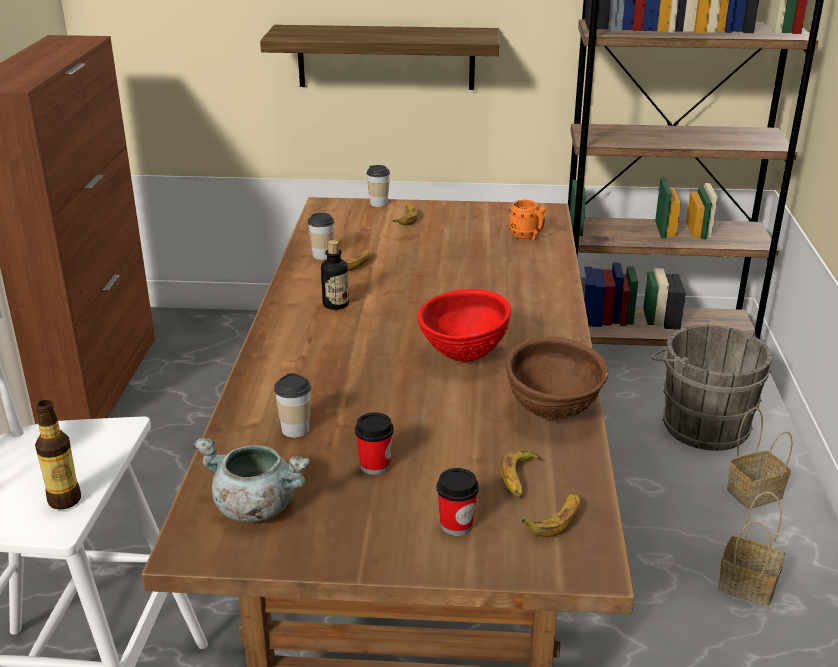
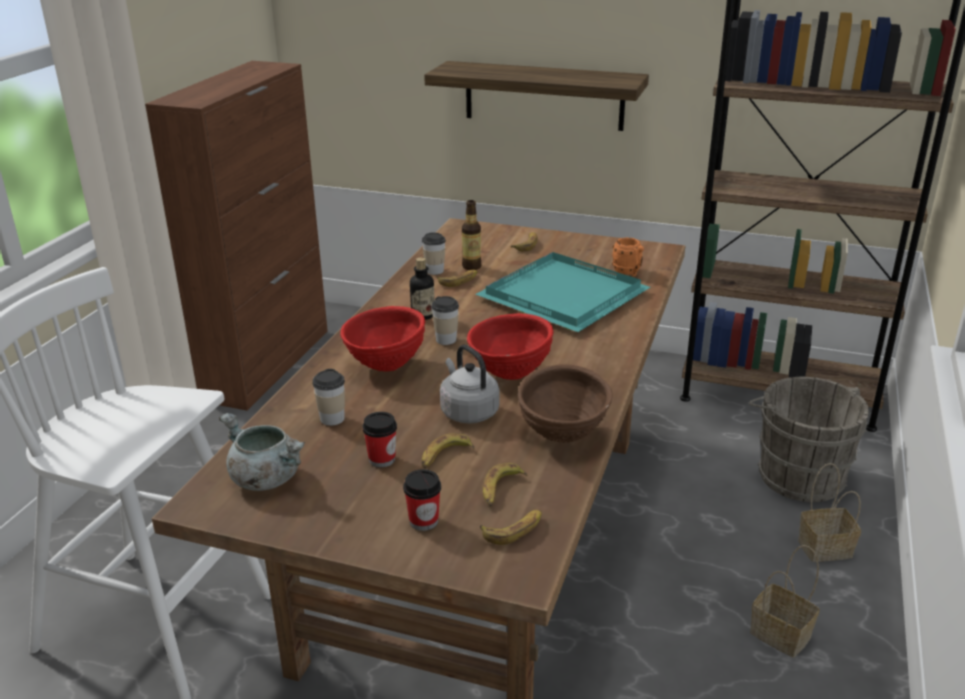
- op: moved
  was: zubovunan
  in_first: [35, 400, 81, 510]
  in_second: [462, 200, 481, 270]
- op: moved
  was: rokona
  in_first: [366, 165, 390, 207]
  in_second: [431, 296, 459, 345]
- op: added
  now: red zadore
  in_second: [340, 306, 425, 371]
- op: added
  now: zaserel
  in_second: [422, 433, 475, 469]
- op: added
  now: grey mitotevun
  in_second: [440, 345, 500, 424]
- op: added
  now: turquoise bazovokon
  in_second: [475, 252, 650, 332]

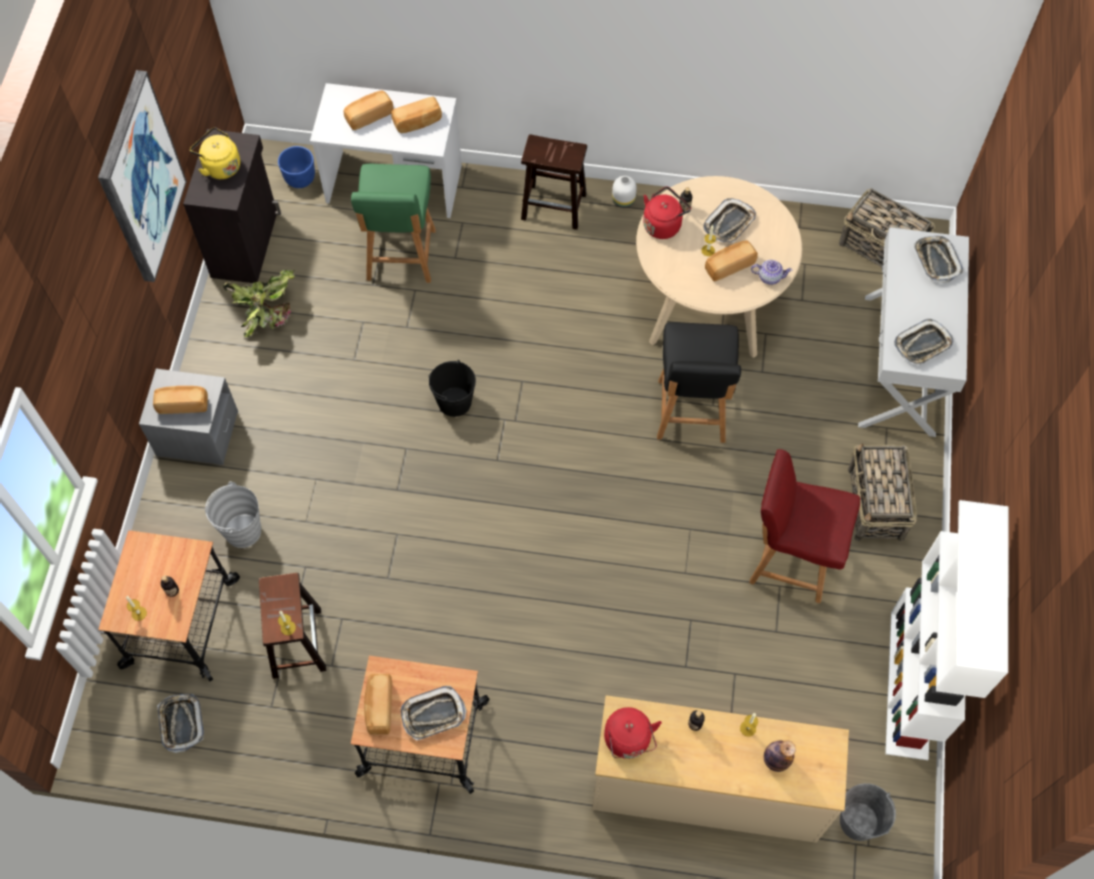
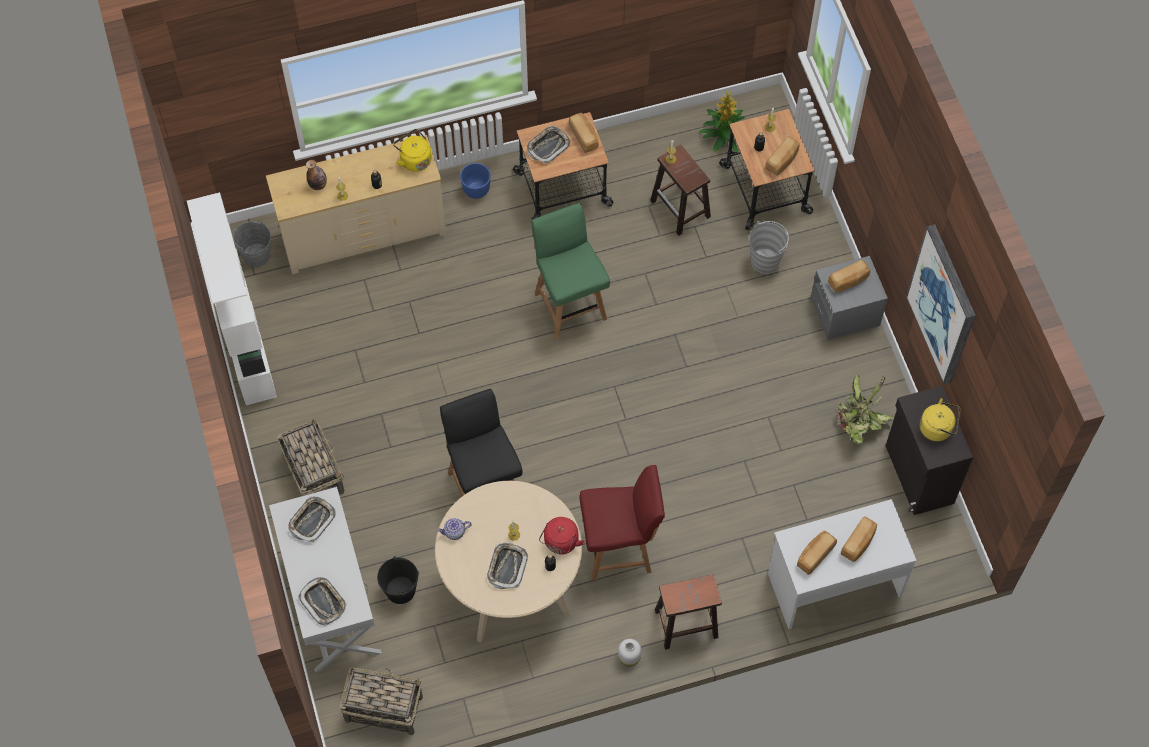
- op: replaced
  was: bazovokon
  now: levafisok
  in_first: [157, 694, 204, 753]
  in_second: [699, 91, 745, 152]
- op: moved
  was: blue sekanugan
  in_first: [278, 146, 315, 188]
  in_second: [460, 163, 491, 199]
- op: moved
  was: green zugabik
  in_first: [351, 164, 436, 283]
  in_second: [531, 203, 610, 338]
- op: moved
  was: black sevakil
  in_first: [429, 360, 476, 417]
  in_second: [377, 556, 419, 604]
- op: recoloured
  was: red mitotevun
  now: yellow mitotevun
  in_first: [604, 707, 662, 759]
  in_second: [393, 129, 432, 172]
- op: moved
  was: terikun
  in_first: [705, 240, 758, 281]
  in_second: [765, 137, 800, 176]
- op: moved
  was: red zugabik
  in_first: [749, 449, 860, 603]
  in_second: [579, 465, 665, 580]

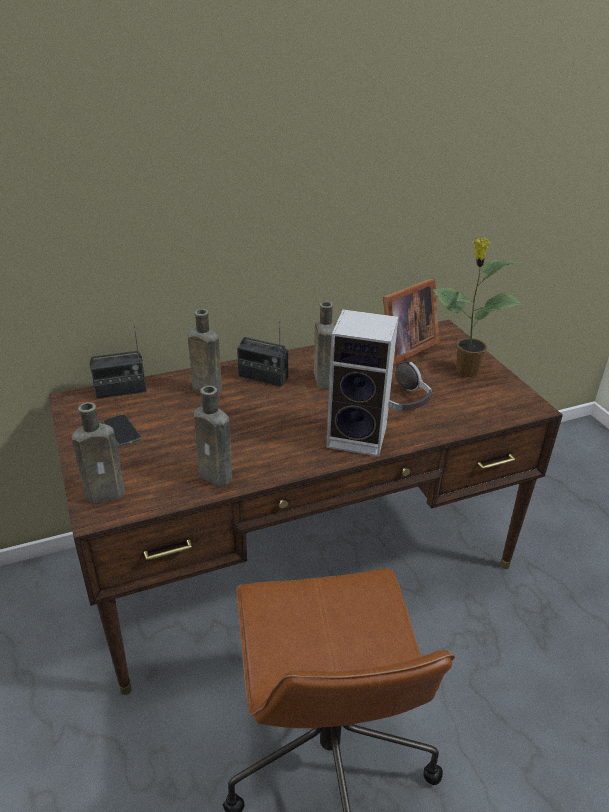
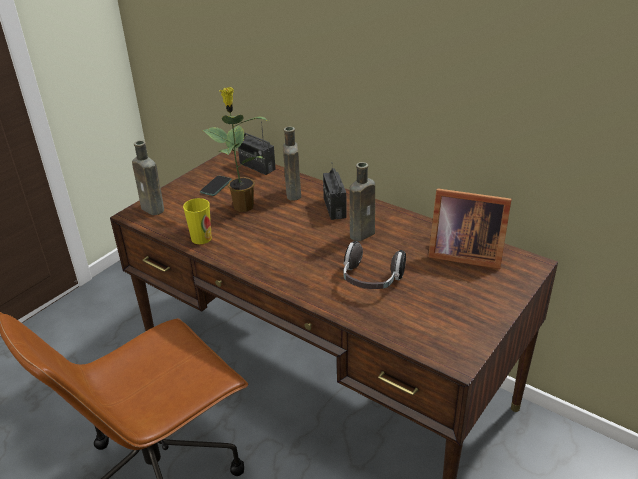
- op: replaced
  was: brown zubovunan
  now: rokona
  in_first: [193, 386, 232, 486]
  in_second: [183, 198, 212, 244]
- op: removed
  was: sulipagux
  in_first: [326, 309, 399, 457]
- op: moved
  was: levafisok
  in_first: [432, 238, 523, 377]
  in_second: [203, 87, 269, 212]

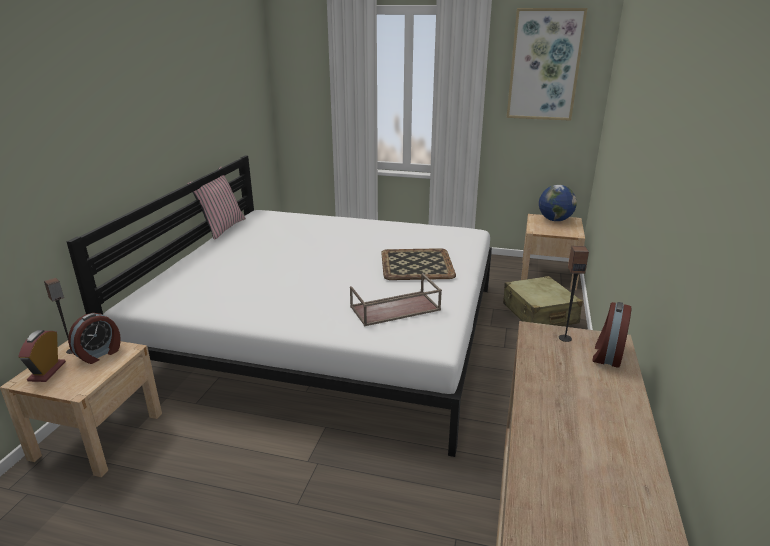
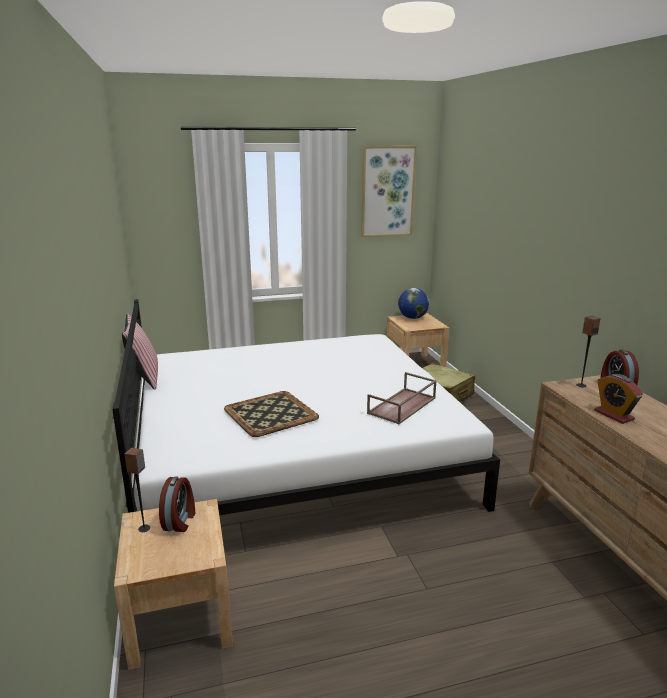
- op: moved
  was: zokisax
  in_first: [18, 330, 66, 382]
  in_second: [594, 374, 643, 424]
- op: moved
  was: bazovokon
  in_first: [381, 248, 456, 280]
  in_second: [224, 391, 319, 437]

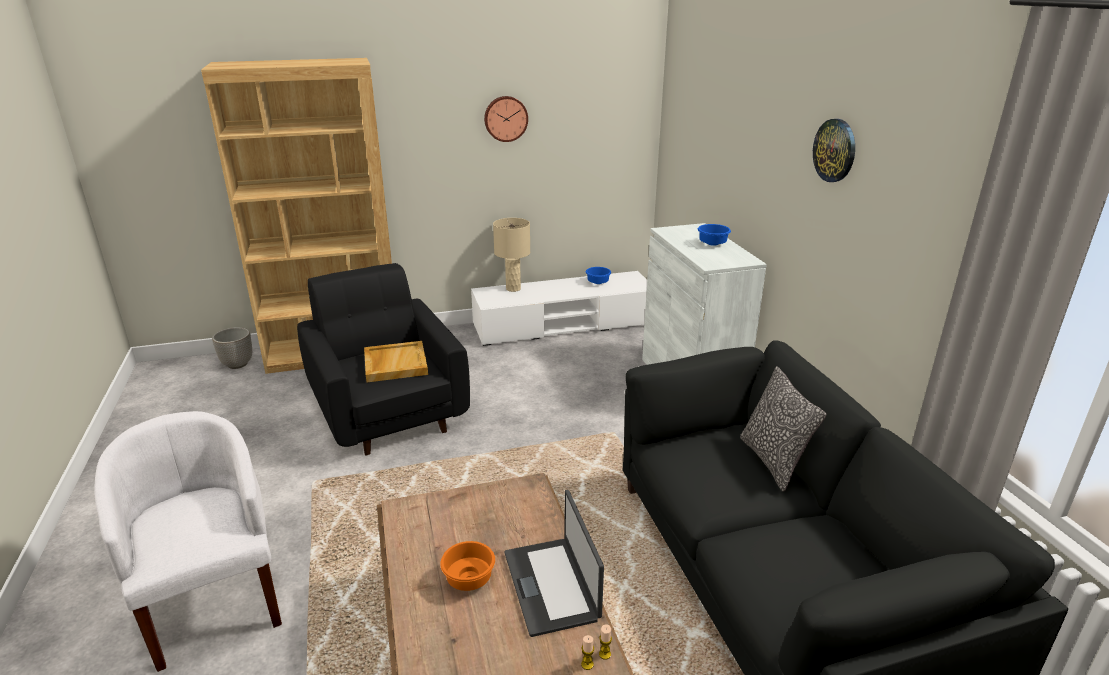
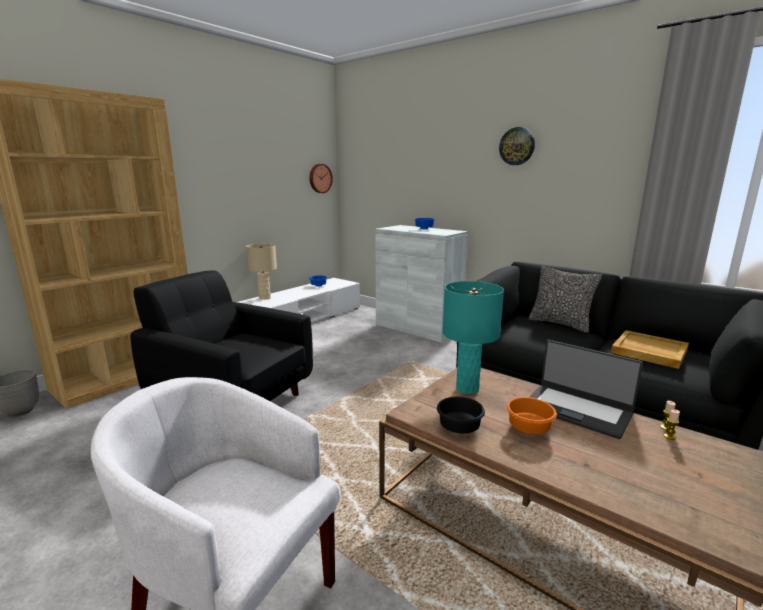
- op: moved
  was: beige bazovokon
  in_first: [364, 341, 428, 382]
  in_second: [611, 330, 689, 369]
- op: moved
  was: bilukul
  in_first: [484, 96, 528, 142]
  in_second: [309, 164, 333, 193]
- op: added
  now: black zadore
  in_second: [437, 397, 485, 434]
- op: added
  now: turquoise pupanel
  in_second: [443, 281, 504, 394]

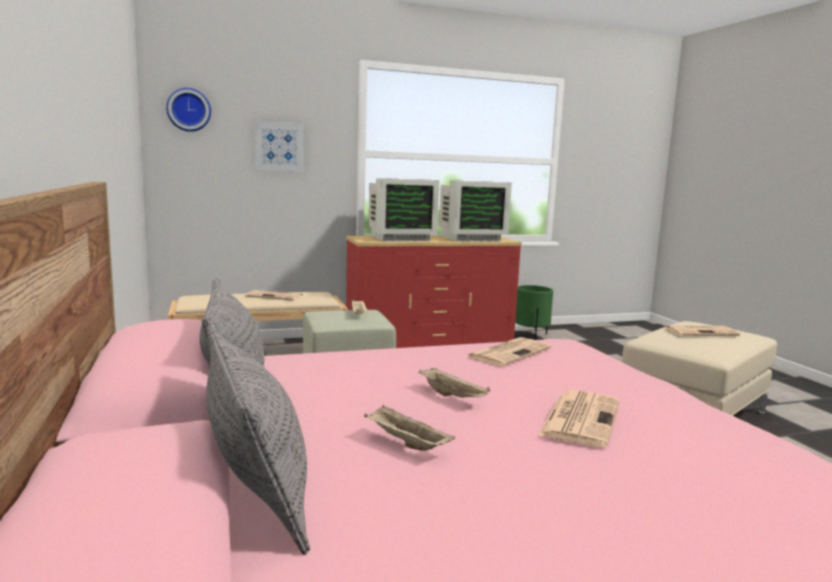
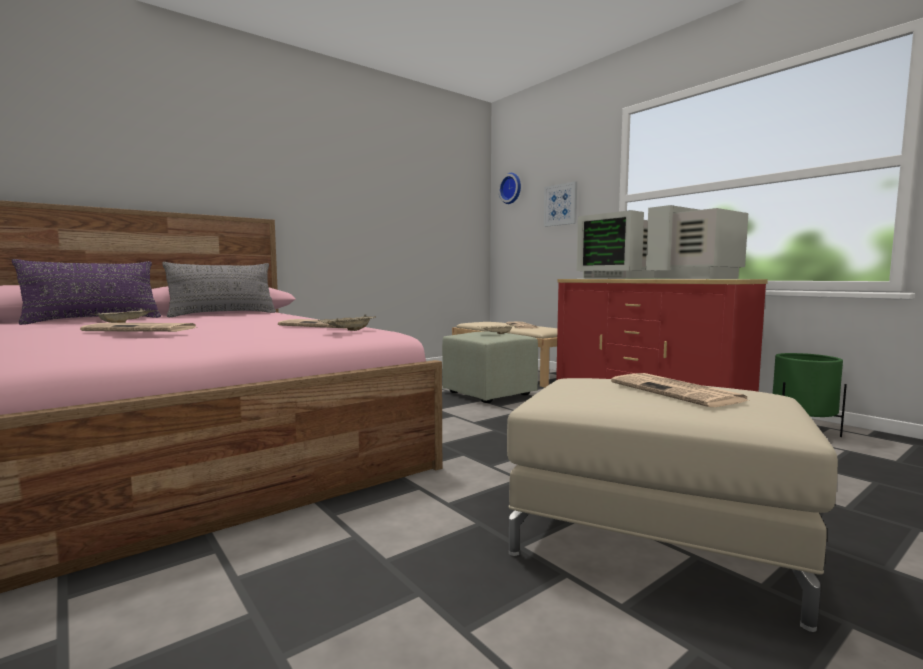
- op: recoloured
  was: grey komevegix
  now: purple komevegix
  in_first: [206, 323, 310, 555]
  in_second: [12, 259, 161, 325]
- op: moved
  was: beige bazovokon
  in_first: [418, 368, 490, 398]
  in_second: [318, 314, 376, 331]
- op: turned
  was: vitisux
  in_first: [439, 181, 512, 242]
  in_second: [646, 205, 748, 279]
  clockwise: 90

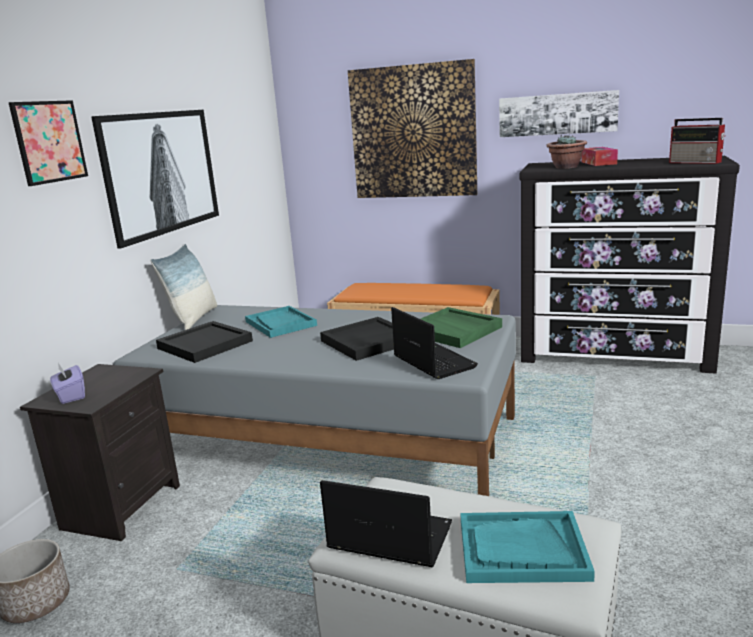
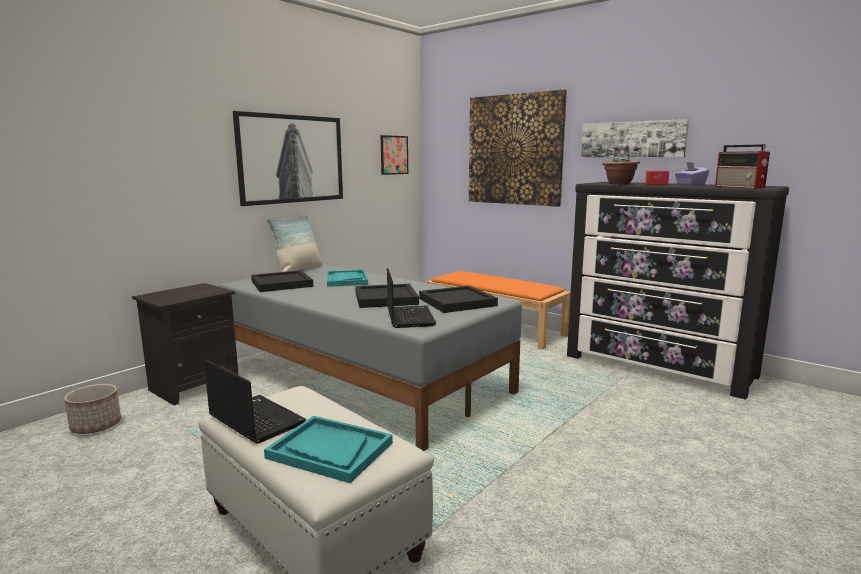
- op: moved
  was: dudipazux
  in_first: [8, 100, 88, 186]
  in_second: [381, 135, 408, 175]
- op: moved
  was: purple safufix
  in_first: [50, 363, 85, 404]
  in_second: [675, 162, 709, 186]
- op: recoloured
  was: green bazovokon
  now: black bazovokon
  in_first: [421, 307, 502, 348]
  in_second: [419, 286, 498, 313]

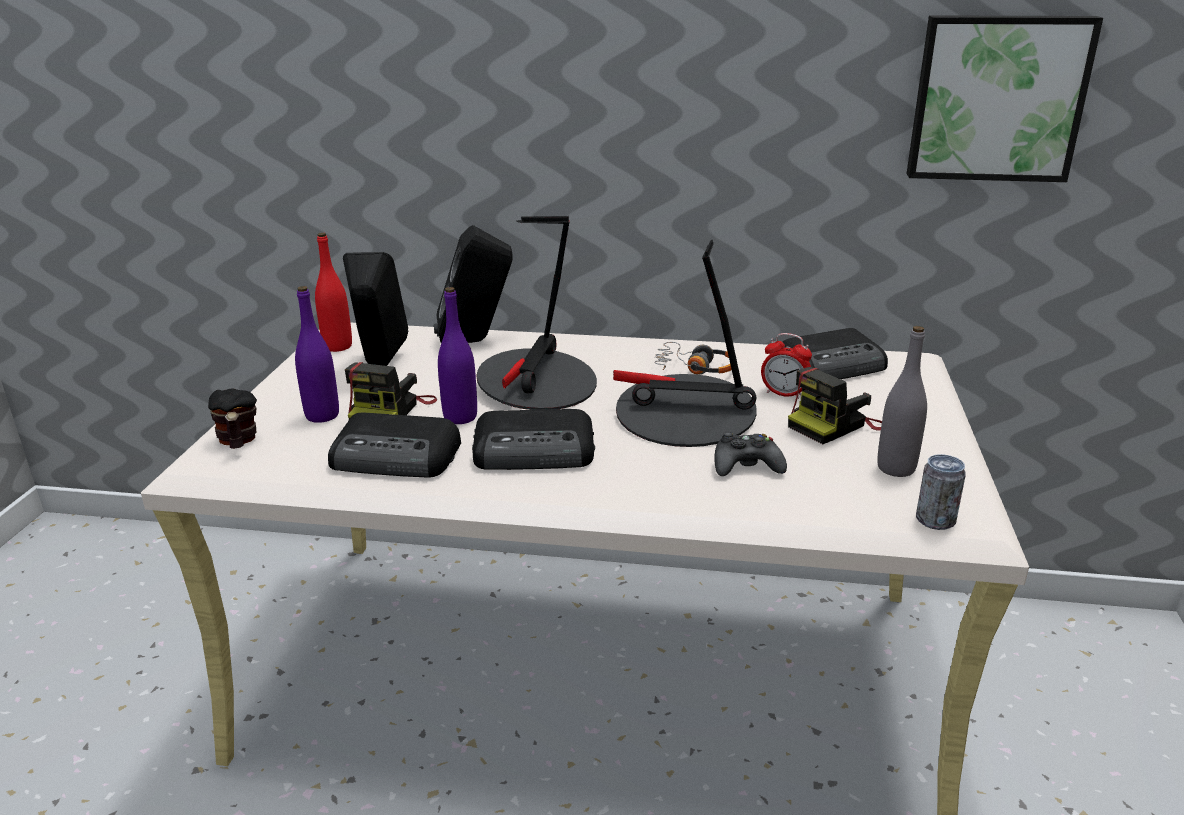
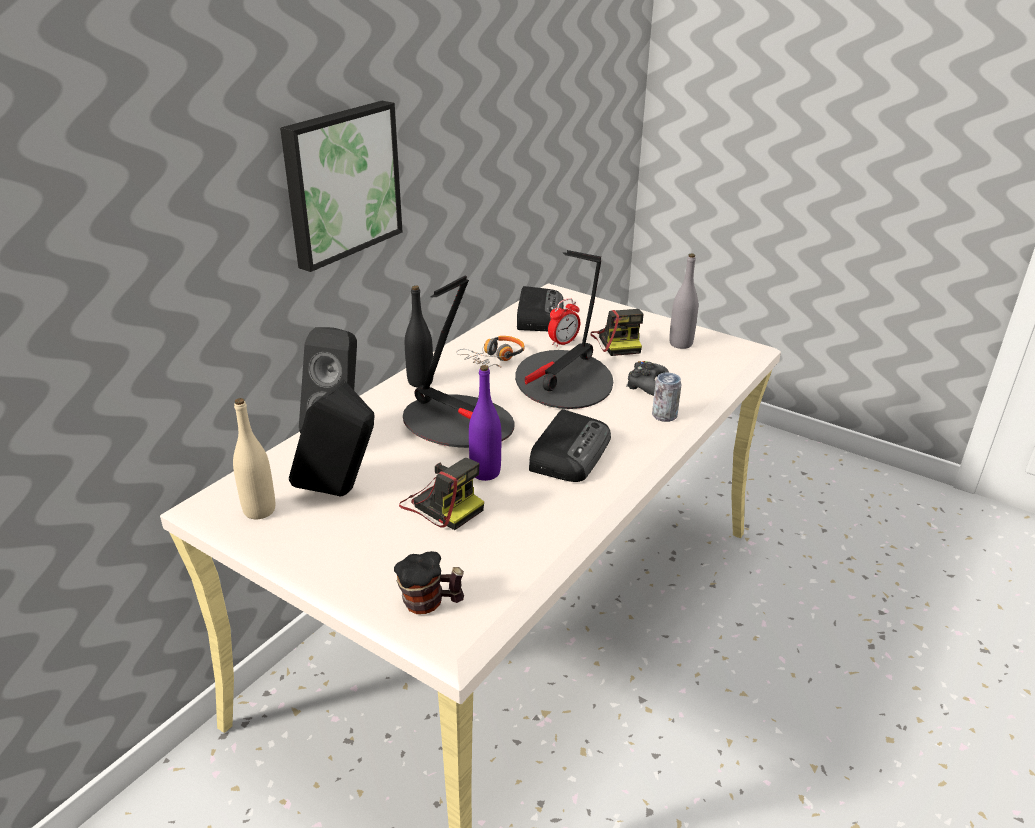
- op: removed
  was: purple zubovunan
  in_first: [295, 286, 339, 423]
- op: recoloured
  was: red zubovunan
  now: beige zubovunan
  in_first: [315, 233, 352, 352]
  in_second: [233, 398, 275, 519]
- op: removed
  was: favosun
  in_first: [328, 413, 461, 478]
- op: moved
  was: dudipazux
  in_first: [906, 15, 1103, 182]
  in_second: [280, 101, 403, 272]
- op: moved
  was: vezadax
  in_first: [916, 454, 966, 530]
  in_second: [652, 373, 682, 422]
- op: added
  now: black zubovunan
  in_second: [405, 285, 433, 387]

